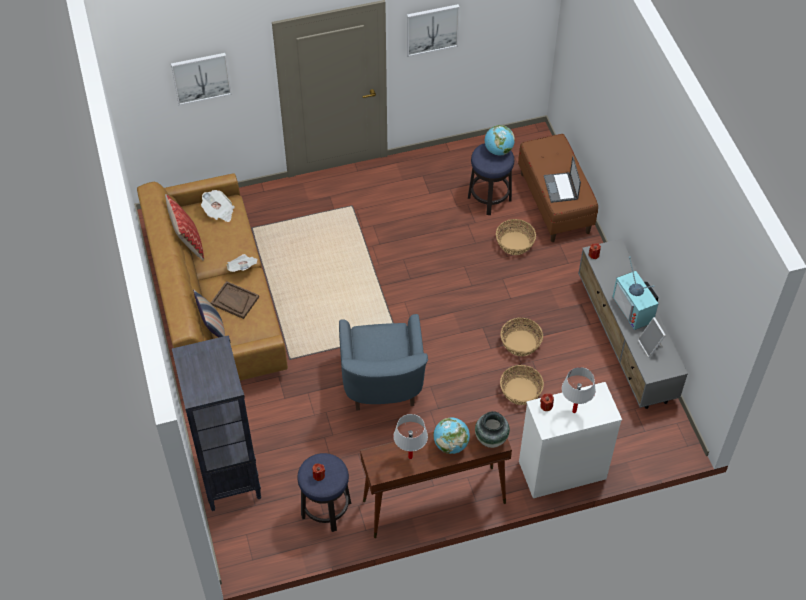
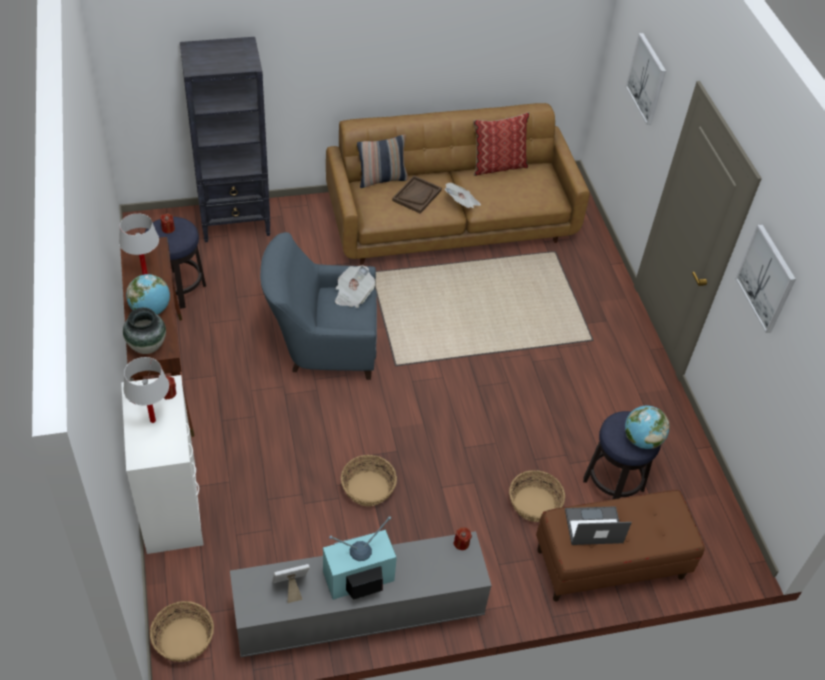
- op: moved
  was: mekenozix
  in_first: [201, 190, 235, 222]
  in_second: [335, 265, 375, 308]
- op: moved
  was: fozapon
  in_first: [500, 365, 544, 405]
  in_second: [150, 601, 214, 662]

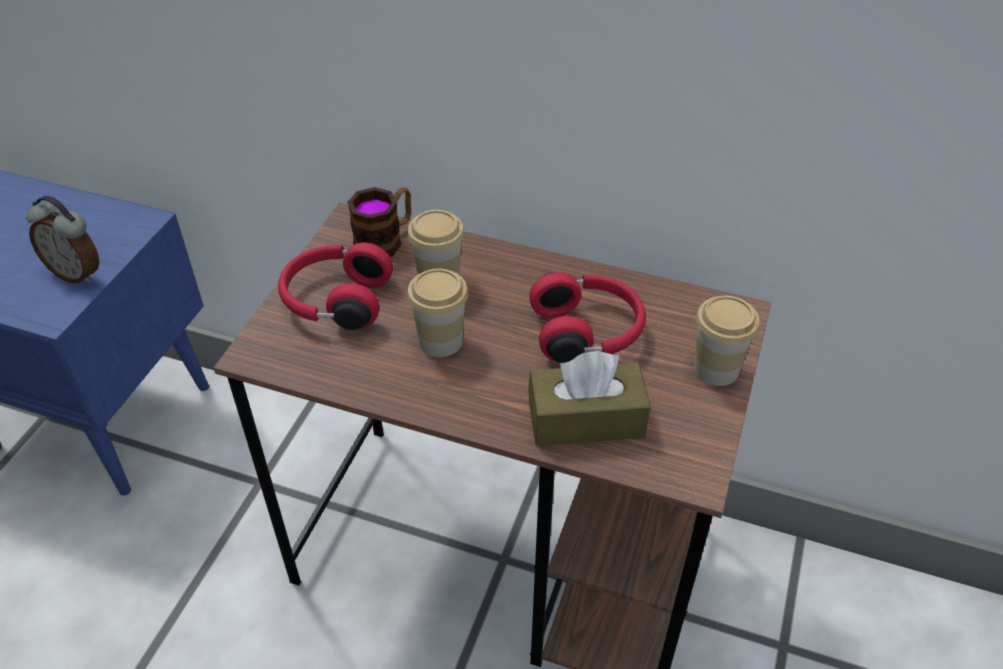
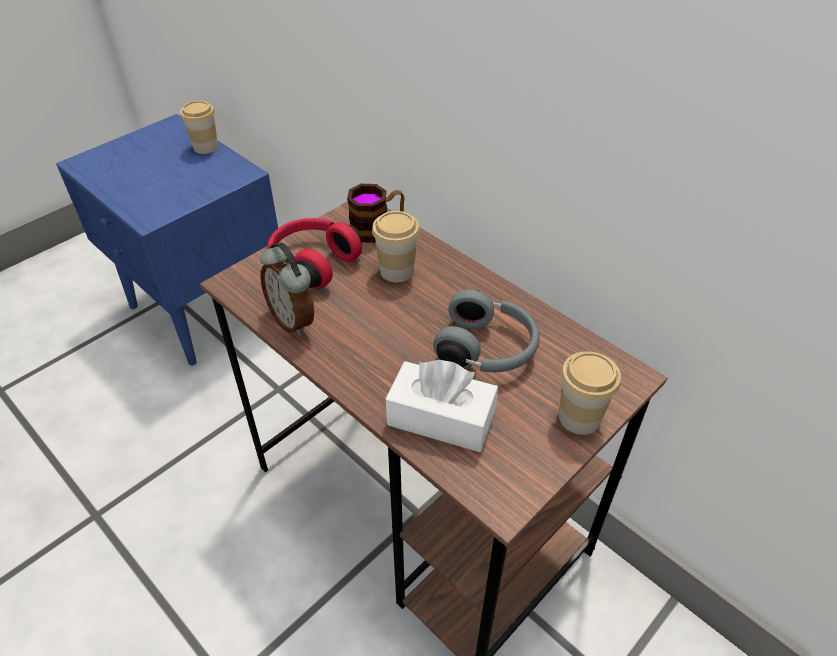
- op: moved
  was: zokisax
  in_first: [26, 196, 100, 284]
  in_second: [260, 242, 314, 336]
- op: moved
  was: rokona
  in_first: [407, 268, 468, 357]
  in_second: [180, 101, 218, 154]
- op: recoloured
  was: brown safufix
  now: white safufix
  in_first: [528, 351, 651, 446]
  in_second: [386, 360, 498, 452]
- op: recoloured
  was: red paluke
  now: grey paluke
  in_first: [529, 272, 646, 363]
  in_second: [433, 289, 540, 372]

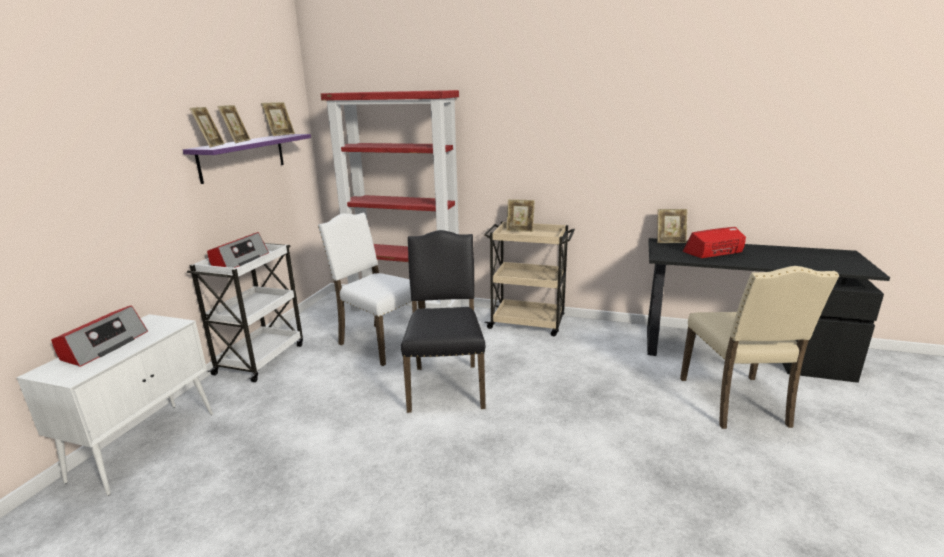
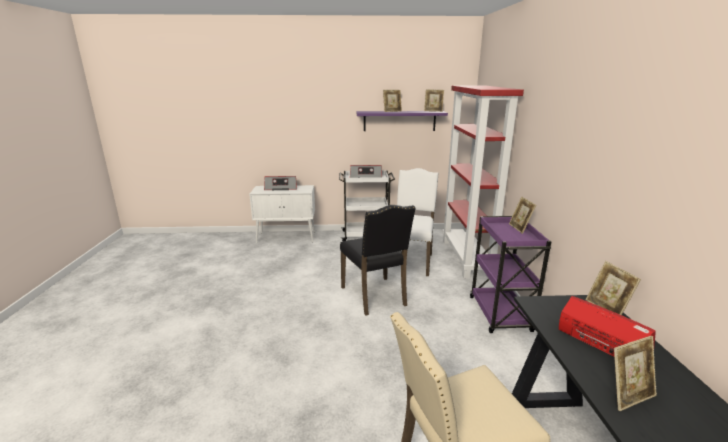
- op: moved
  was: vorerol
  in_first: [189, 107, 225, 148]
  in_second: [614, 336, 657, 411]
- op: turned
  was: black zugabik
  in_first: [401, 230, 485, 413]
  in_second: [340, 205, 416, 315]
  clockwise: 90
- op: recoloured
  was: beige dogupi
  now: purple dogupi
  in_first: [484, 221, 575, 336]
  in_second: [470, 216, 551, 333]

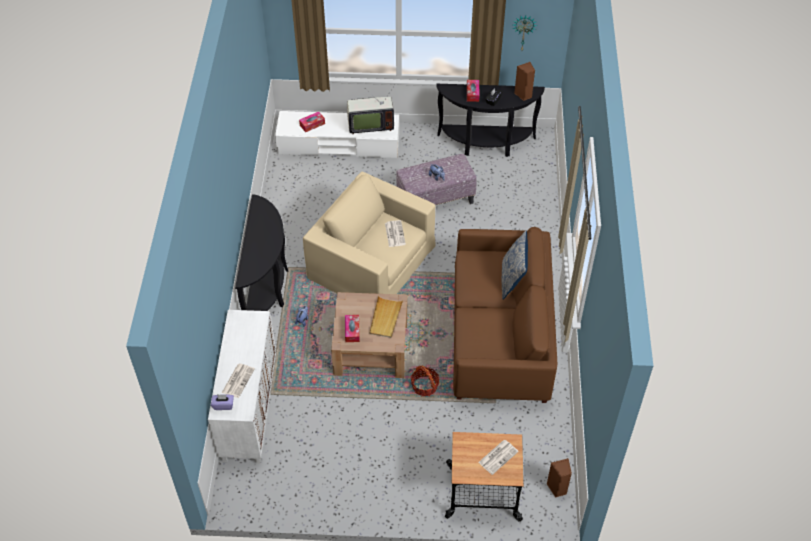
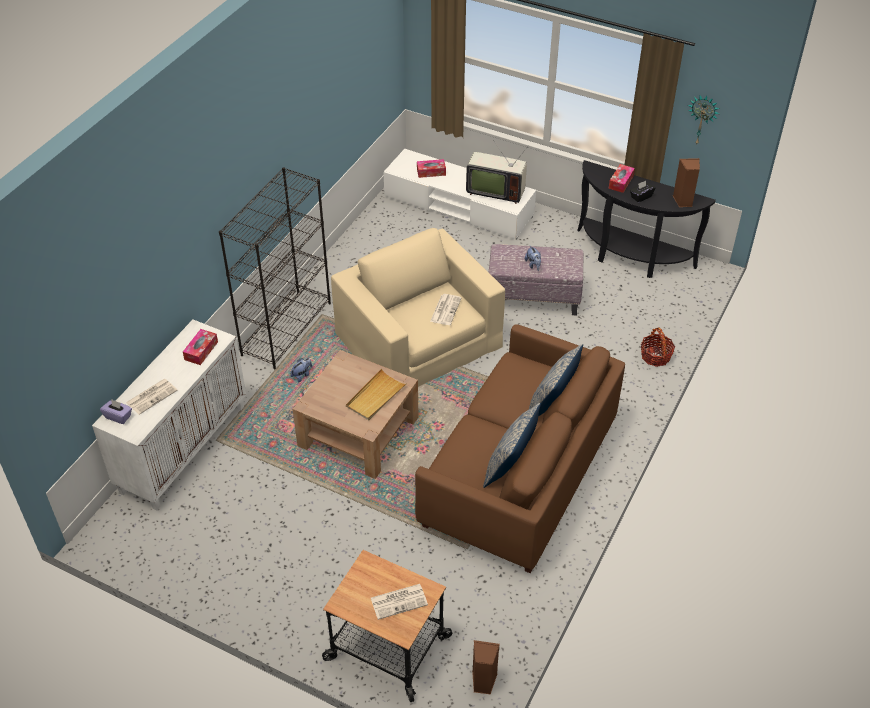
- op: replaced
  was: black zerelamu
  now: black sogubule
  in_first: [235, 194, 288, 311]
  in_second: [219, 167, 331, 369]
- op: moved
  was: safufix
  in_first: [345, 315, 360, 342]
  in_second: [183, 329, 218, 365]
- op: moved
  was: fozapon
  in_first: [411, 366, 439, 396]
  in_second: [641, 327, 675, 367]
- op: added
  now: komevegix
  in_second: [483, 403, 541, 488]

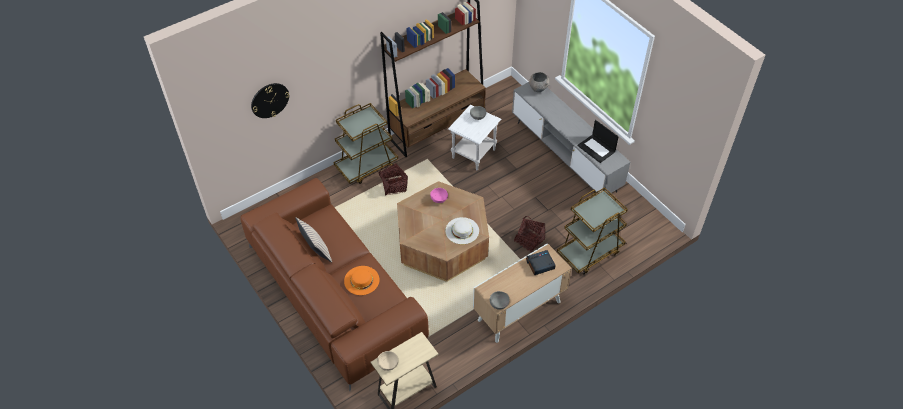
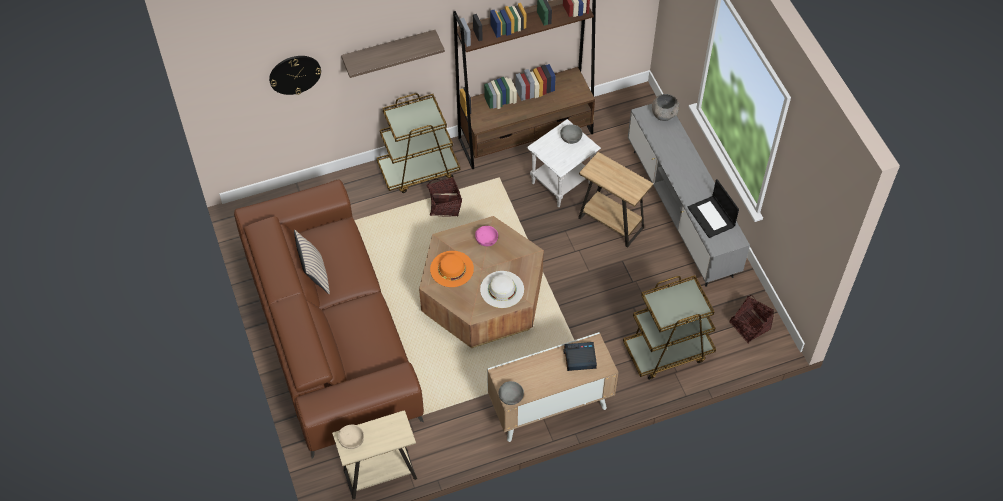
- op: moved
  was: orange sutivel
  in_first: [344, 266, 380, 295]
  in_second: [430, 251, 474, 287]
- op: moved
  was: fozapon
  in_first: [514, 216, 545, 253]
  in_second: [729, 295, 774, 344]
- op: added
  now: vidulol
  in_second: [341, 30, 445, 78]
- op: added
  now: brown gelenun
  in_second: [578, 152, 654, 248]

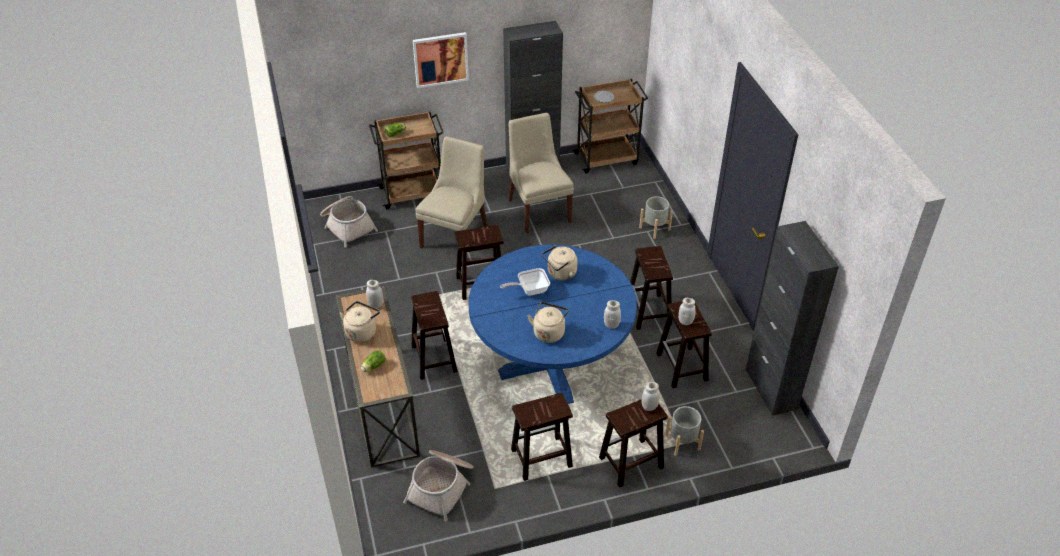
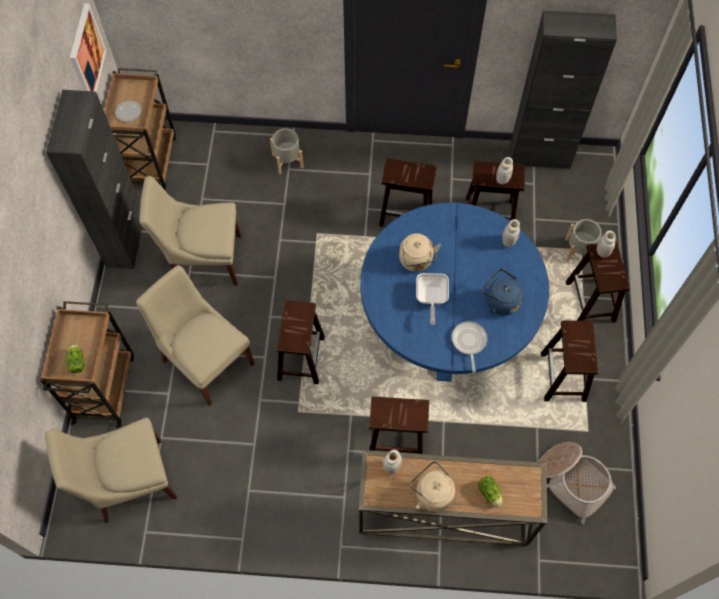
- op: replaced
  was: fozapon
  now: beige zugabik
  in_first: [320, 196, 378, 247]
  in_second: [45, 418, 177, 523]
- op: moved
  was: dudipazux
  in_first: [413, 32, 469, 88]
  in_second: [70, 3, 106, 92]
- op: recoloured
  was: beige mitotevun
  now: blue mitotevun
  in_first: [528, 302, 569, 343]
  in_second: [482, 269, 523, 316]
- op: added
  now: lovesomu
  in_second: [452, 321, 487, 372]

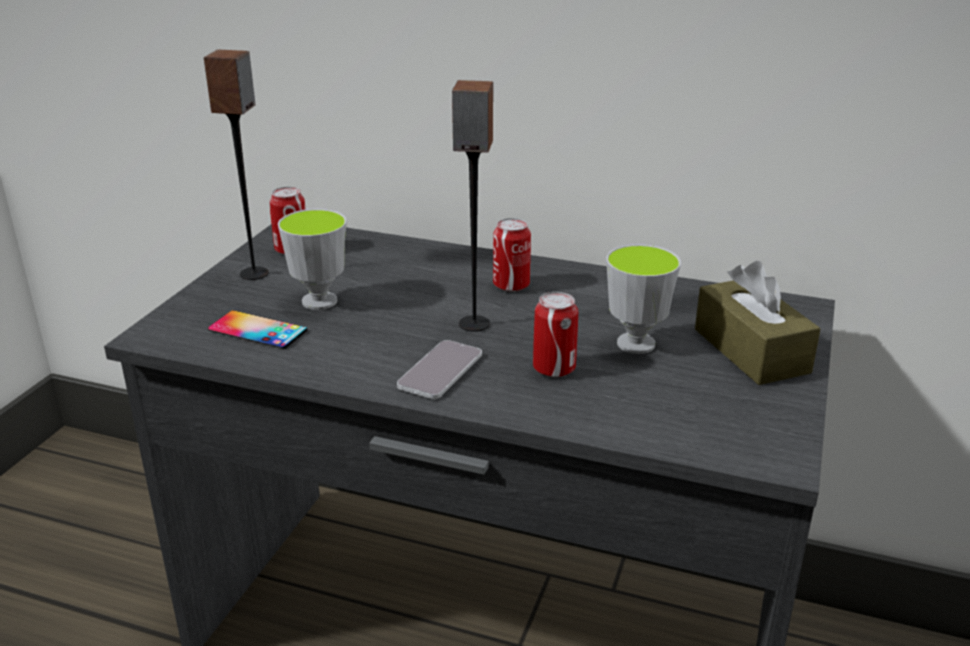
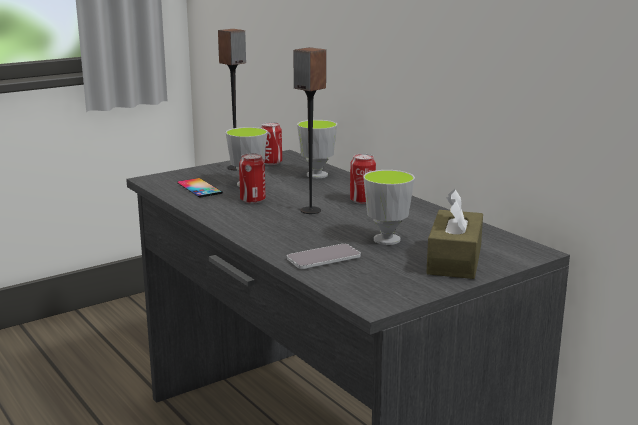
- op: moved
  was: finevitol
  in_first: [397, 340, 482, 399]
  in_second: [287, 244, 361, 269]
- op: moved
  was: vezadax
  in_first: [533, 292, 578, 377]
  in_second: [239, 153, 266, 204]
- op: added
  now: rokona
  in_second: [297, 120, 337, 178]

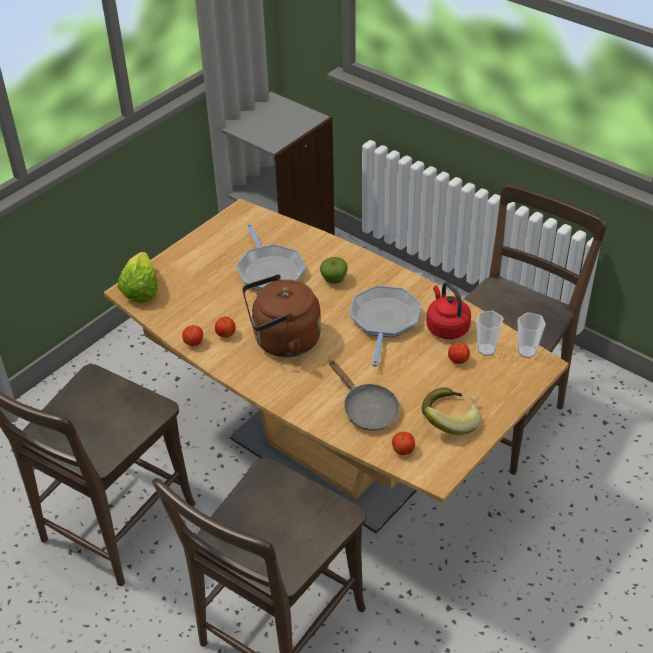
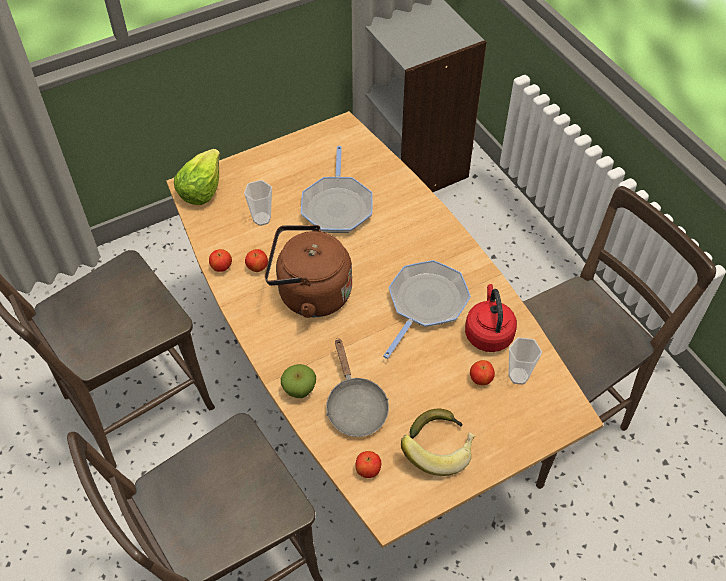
- op: moved
  was: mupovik
  in_first: [320, 257, 348, 284]
  in_second: [281, 364, 316, 398]
- op: moved
  was: rokona
  in_first: [518, 312, 546, 358]
  in_second: [244, 180, 272, 226]

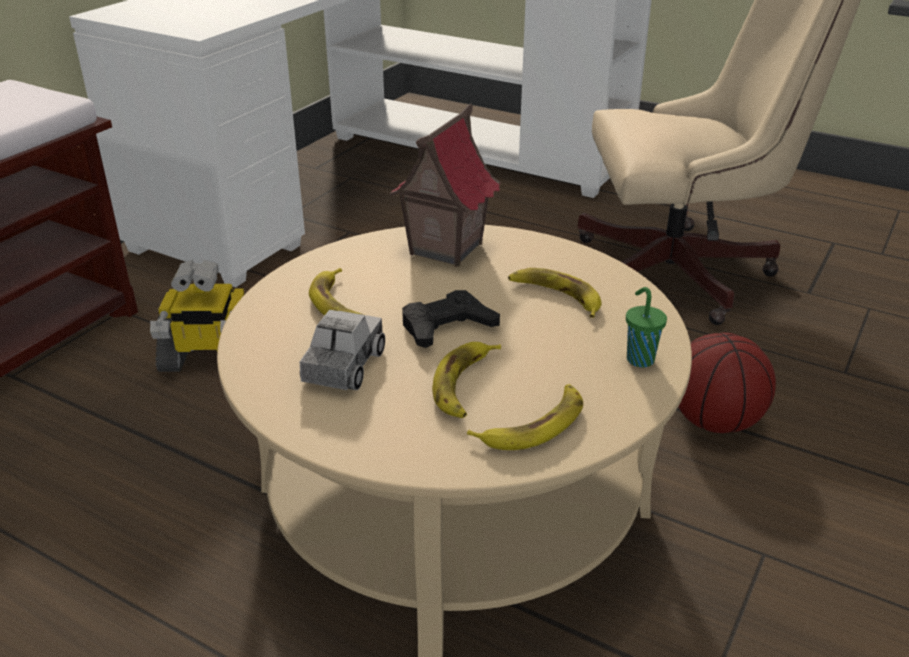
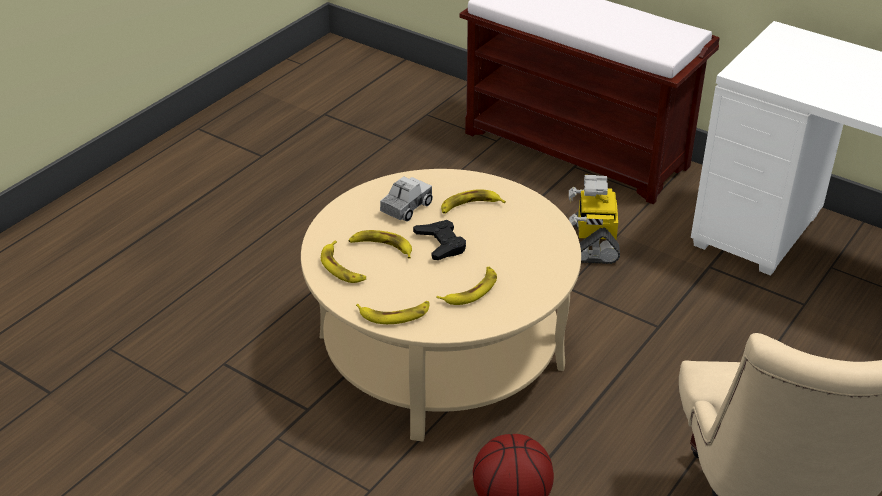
- op: turned
  was: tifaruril
  in_first: [300, 310, 385, 390]
  in_second: [380, 176, 433, 222]
  clockwise: -75
- op: removed
  was: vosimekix
  in_first: [390, 104, 501, 267]
- op: replaced
  was: green rokona
  now: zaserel
  in_first: [626, 287, 667, 367]
  in_second: [356, 301, 430, 324]

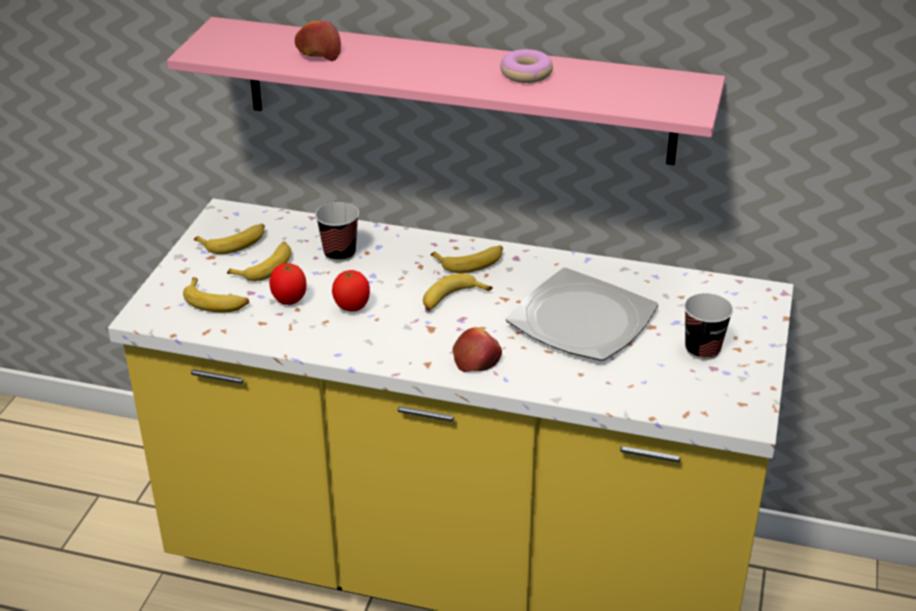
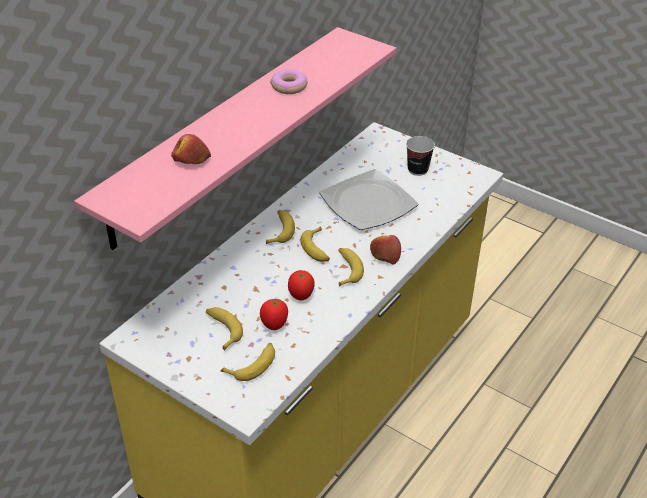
- op: moved
  was: zaserel
  in_first: [194, 224, 265, 254]
  in_second: [339, 248, 364, 287]
- op: removed
  was: rokona
  in_first: [315, 202, 359, 262]

